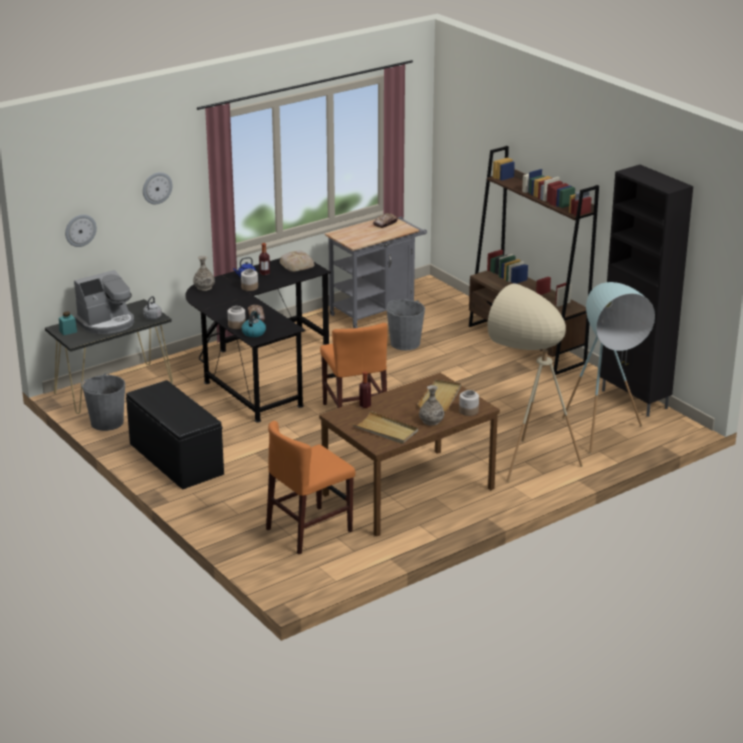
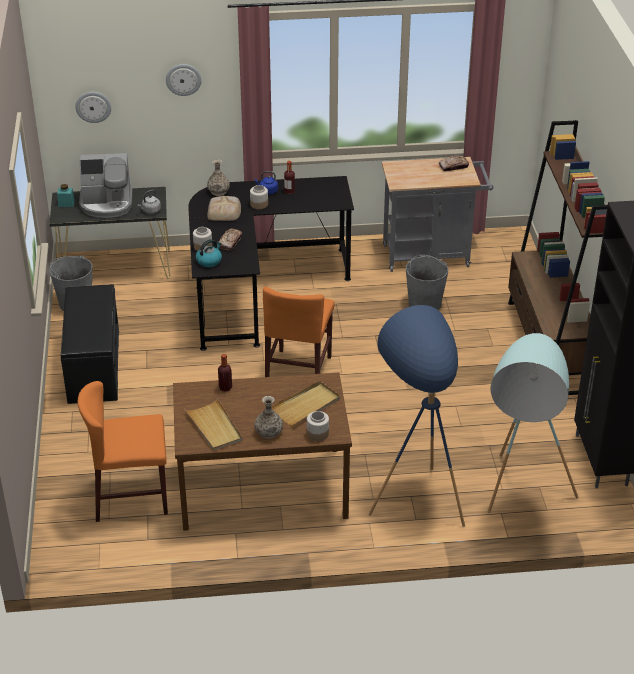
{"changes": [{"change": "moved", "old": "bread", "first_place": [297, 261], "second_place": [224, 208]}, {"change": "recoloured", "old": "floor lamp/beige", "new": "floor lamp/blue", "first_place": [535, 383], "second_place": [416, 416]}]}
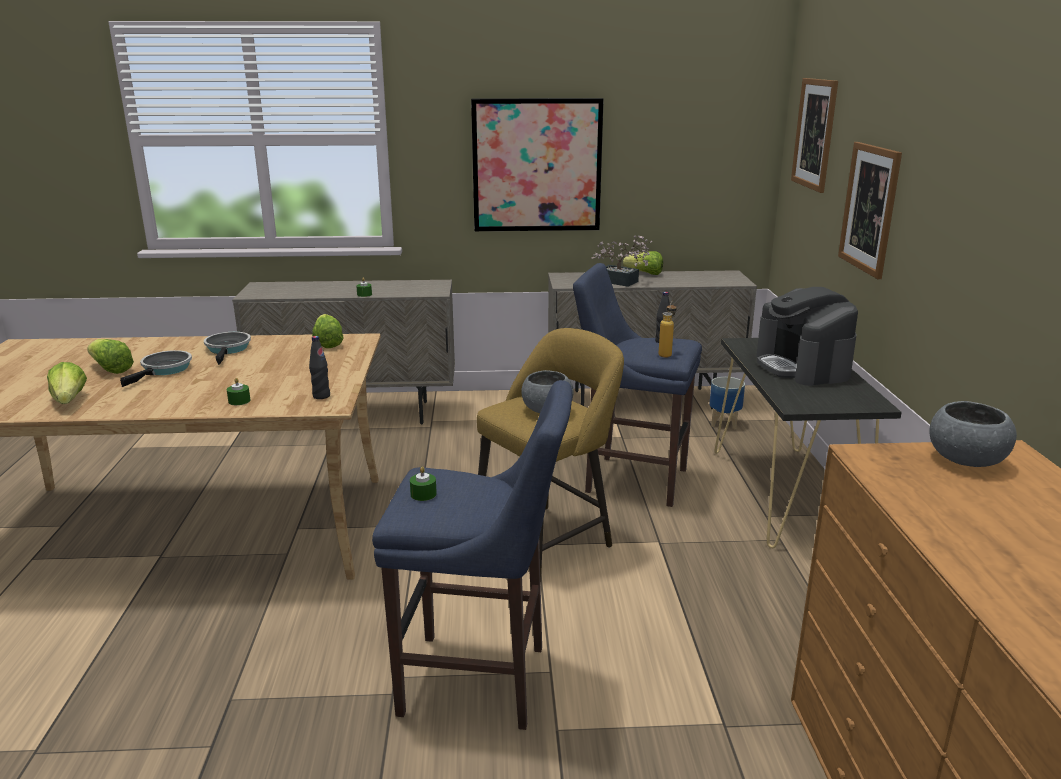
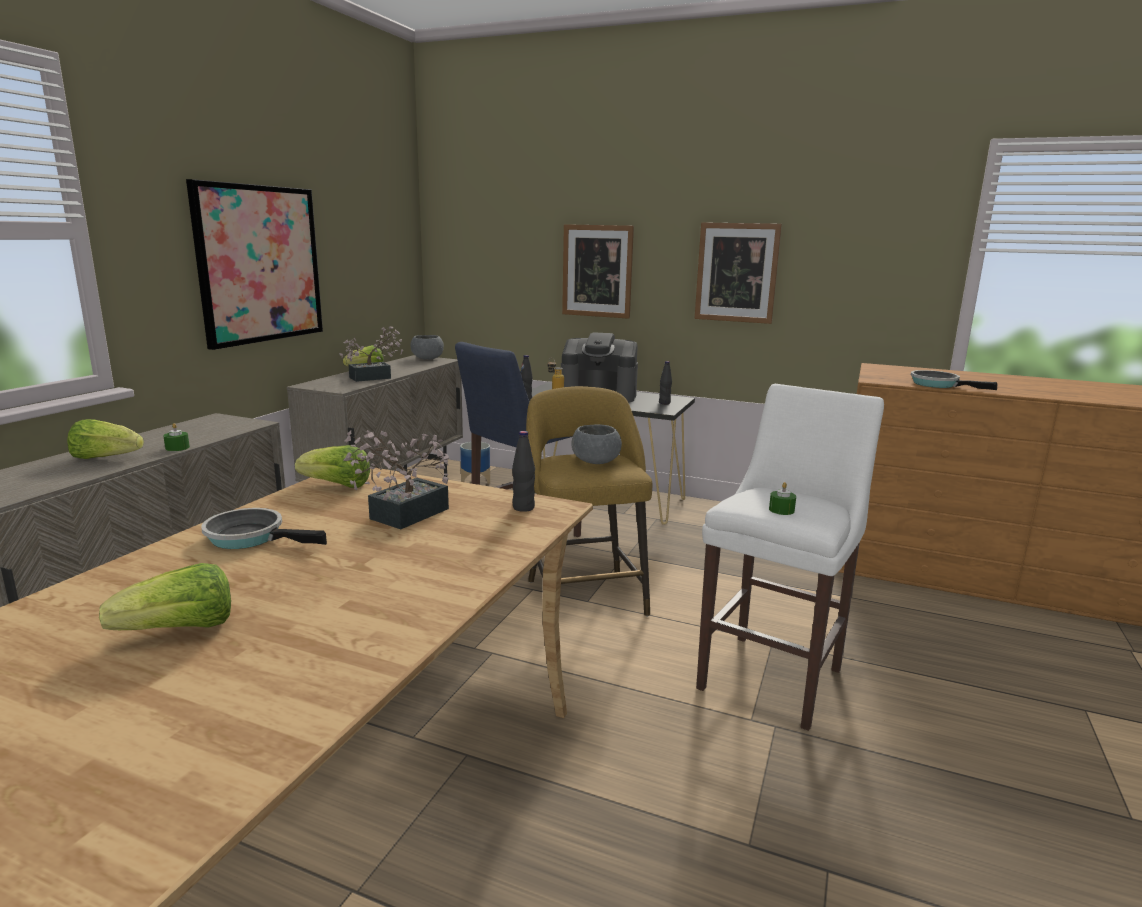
{"changes": [{"change": "moved", "old": "lettuce", "first_place": [67, 383], "second_place": [105, 439]}, {"change": "added", "new": "potted plant", "second_place": [396, 479]}, {"change": "moved", "old": "bowl/grey", "first_place": [973, 434], "second_place": [427, 347]}, {"change": "added", "new": "bottle/black", "second_place": [665, 382]}, {"change": "moved", "old": "picture", "first_place": [814, 135], "second_place": [738, 273]}, {"change": "recoloured", "old": "stool/blue", "new": "stool/white", "first_place": [472, 555], "second_place": [790, 557]}, {"change": "moved", "old": "frying pan", "first_place": [156, 368], "second_place": [954, 380]}, {"change": "removed", "old": "candle/green", "first_place": [238, 391]}]}
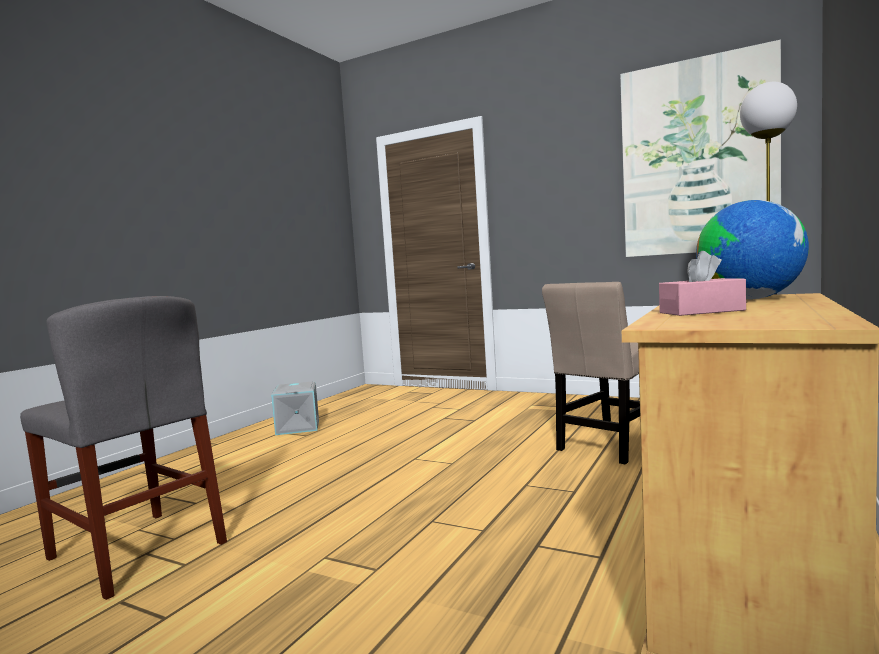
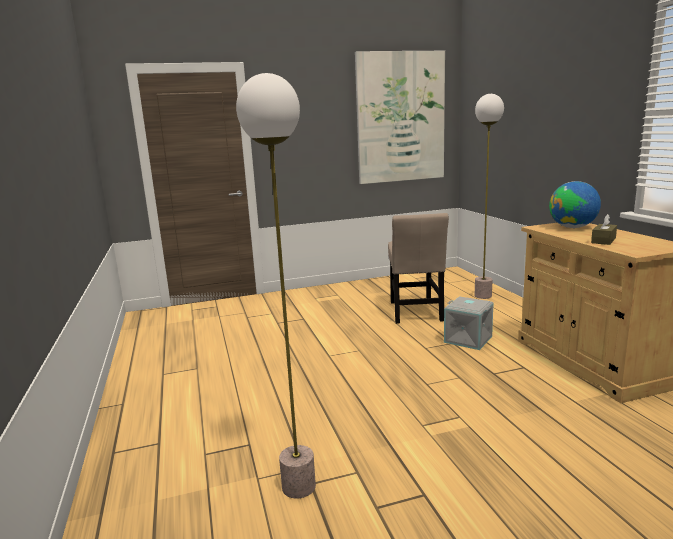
{"changes": [{"change": "replaced", "old": "chair/grey", "new": "floor lamp", "first_place": [123, 448], "second_place": [276, 286]}, {"change": "moved", "old": "storage box/grey", "first_place": [295, 408], "second_place": [468, 323]}, {"change": "recoloured", "old": "tissue box/pink", "new": "tissue box/brown", "first_place": [702, 283], "second_place": [604, 229]}]}
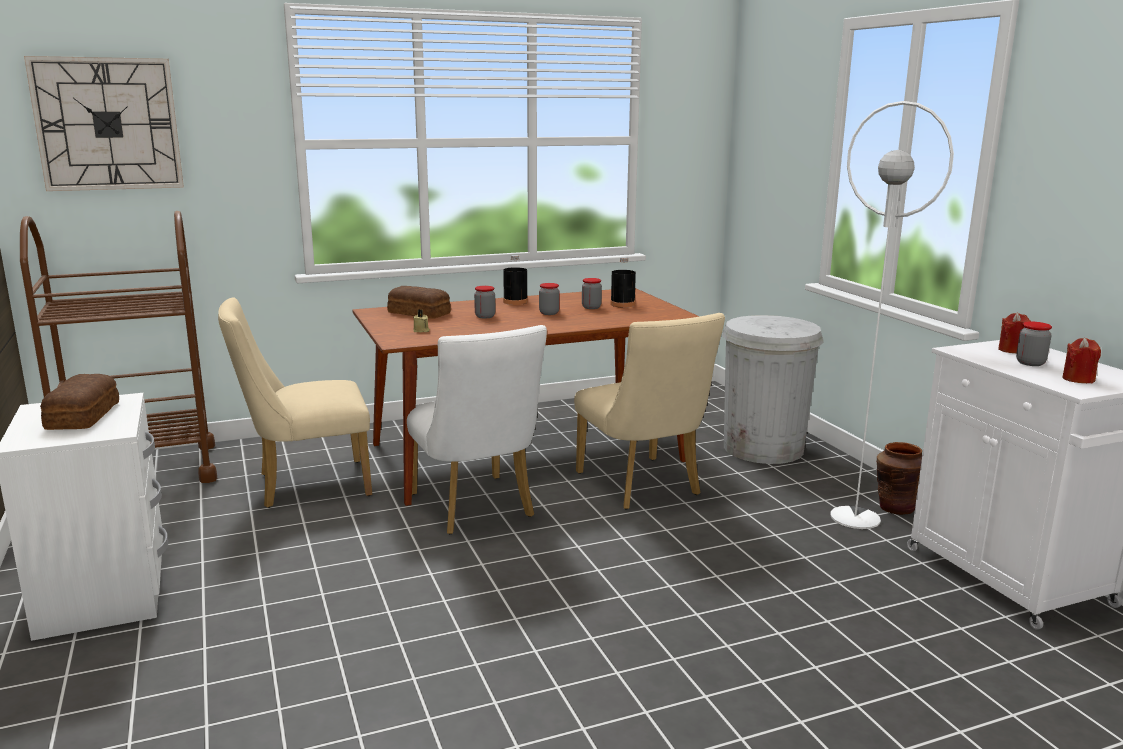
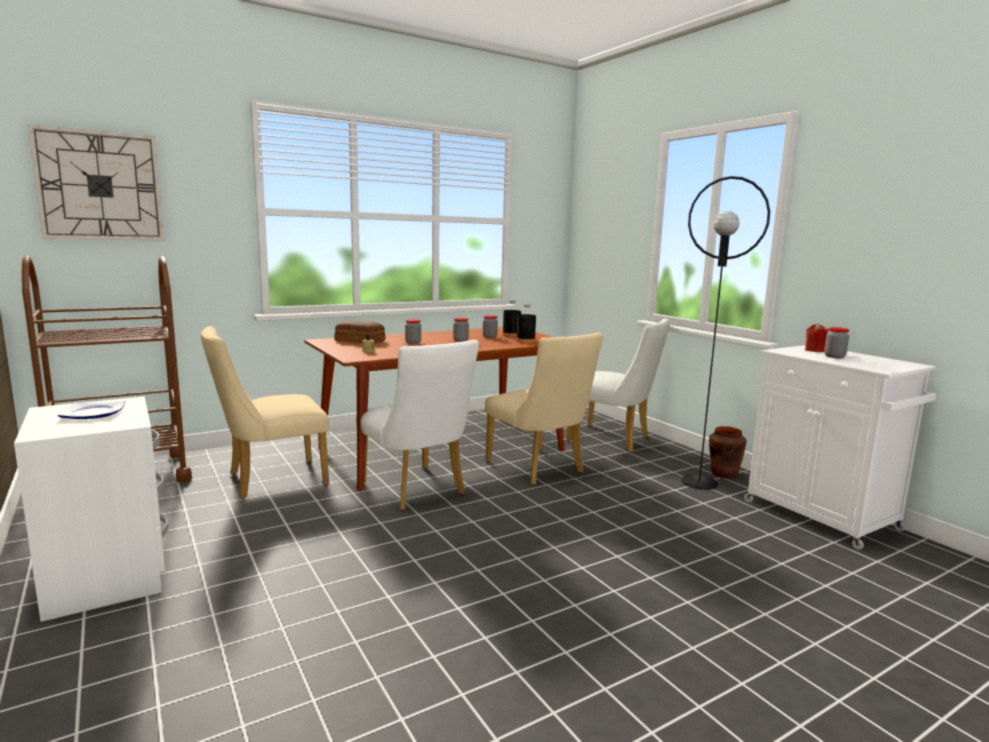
{"changes": [{"change": "replaced", "old": "bread", "new": "plate", "first_place": [79, 402], "second_place": [91, 409]}, {"change": "moved", "old": "bottle/black", "first_place": [515, 280], "second_place": [526, 323]}, {"change": "replaced", "old": "trash can/white", "new": "chair/white", "first_place": [773, 389], "second_place": [618, 385]}, {"change": "recoloured", "old": "floor lamp/white", "new": "floor lamp/black", "first_place": [892, 315], "second_place": [725, 333]}, {"change": "removed", "old": "candle/red", "first_place": [1081, 360]}]}
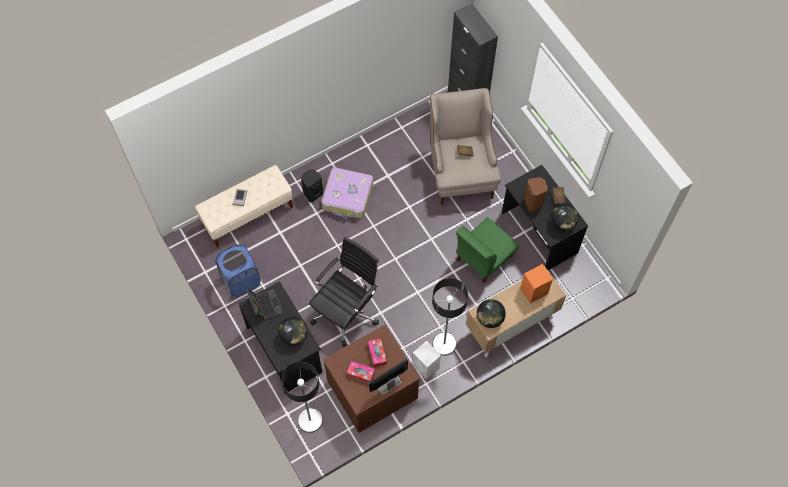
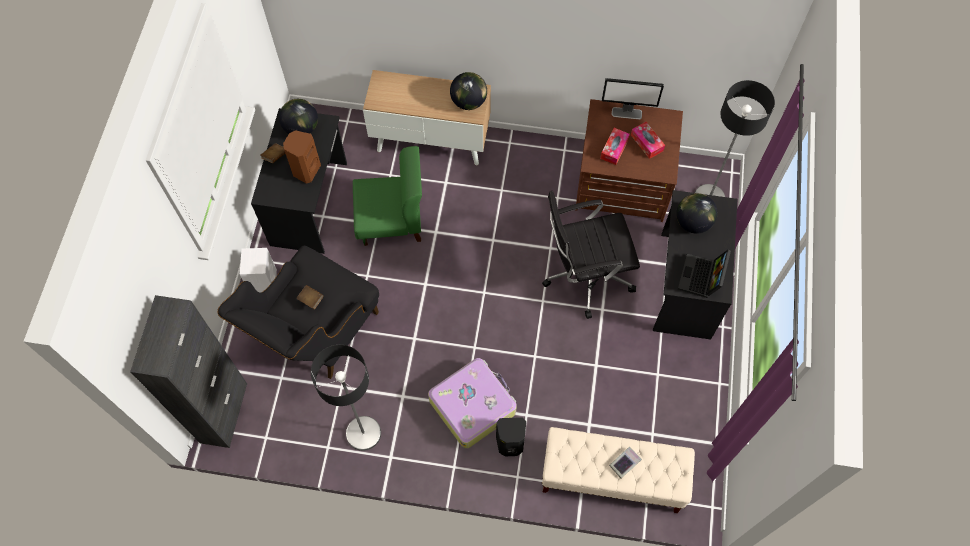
{"changes": [{"change": "recoloured", "old": "armchair/beige", "new": "armchair/black", "first_place": [465, 146], "second_place": [298, 312]}, {"change": "moved", "old": "speaker/white", "first_place": [426, 360], "second_place": [258, 270]}, {"change": "moved", "old": "floor lamp", "first_place": [450, 317], "second_place": [346, 398]}, {"change": "removed", "old": "laundry basket/blue", "first_place": [238, 271]}, {"change": "removed", "old": "speaker/orange", "first_place": [536, 283]}]}
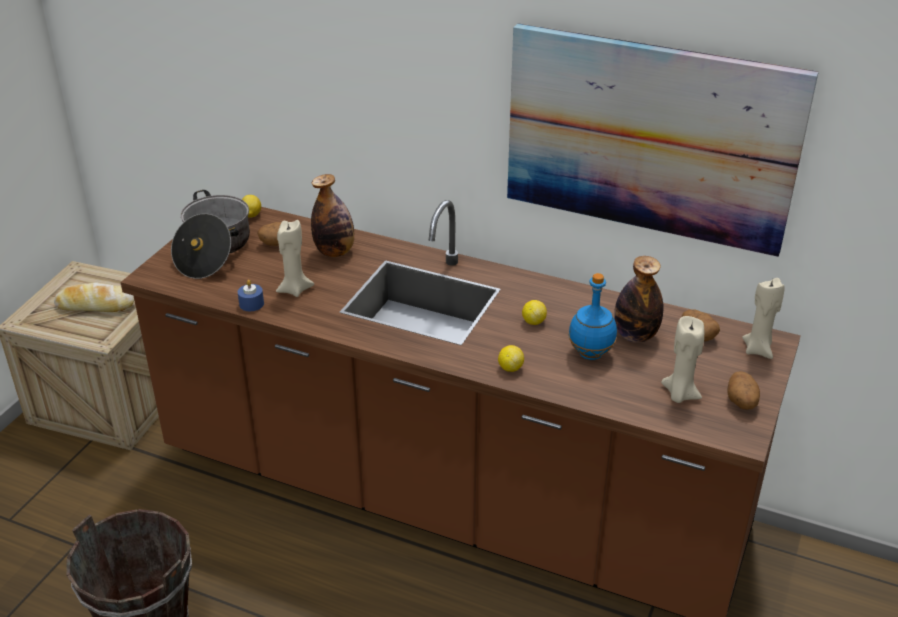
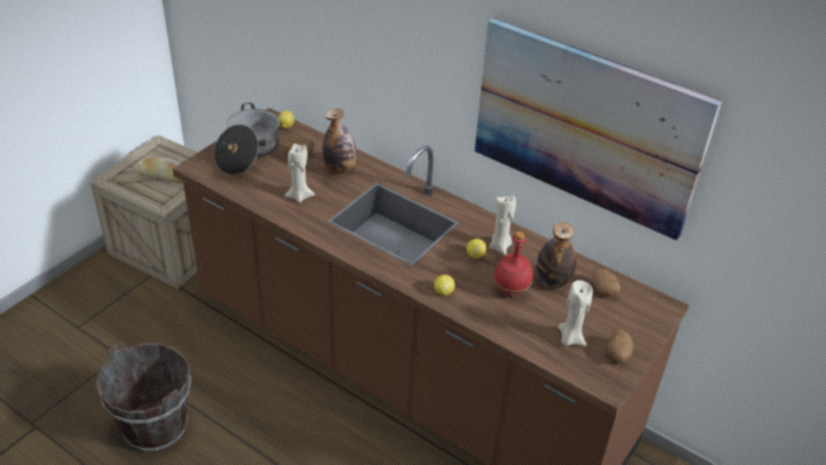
{"changes": [{"change": "moved", "old": "candle/beige", "first_place": [763, 318], "second_place": [502, 225]}, {"change": "recoloured", "old": "bottle/blue", "new": "bottle/red", "first_place": [592, 316], "second_place": [513, 264]}, {"change": "removed", "old": "candle/blue", "first_place": [251, 295]}]}
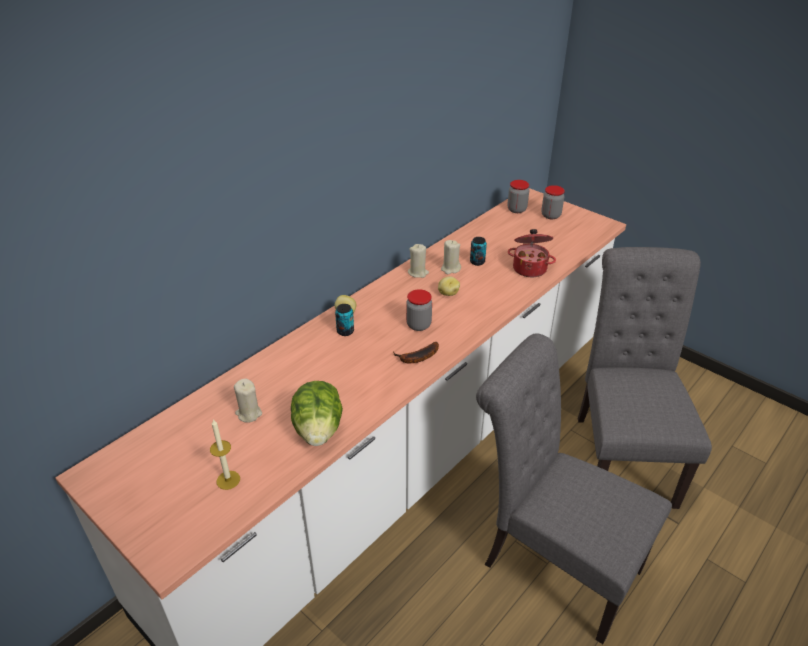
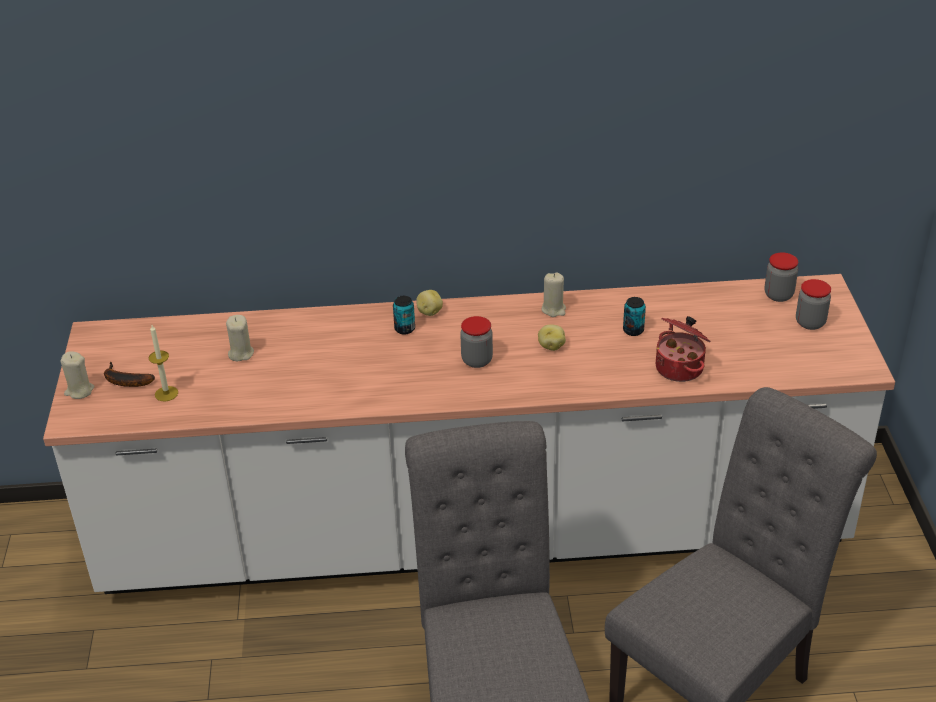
{"changes": [{"change": "moved", "old": "candle/beige", "first_place": [451, 257], "second_place": [77, 375]}, {"change": "moved", "old": "banana", "first_place": [416, 352], "second_place": [129, 374]}, {"change": "removed", "old": "lettuce", "first_place": [317, 413]}]}
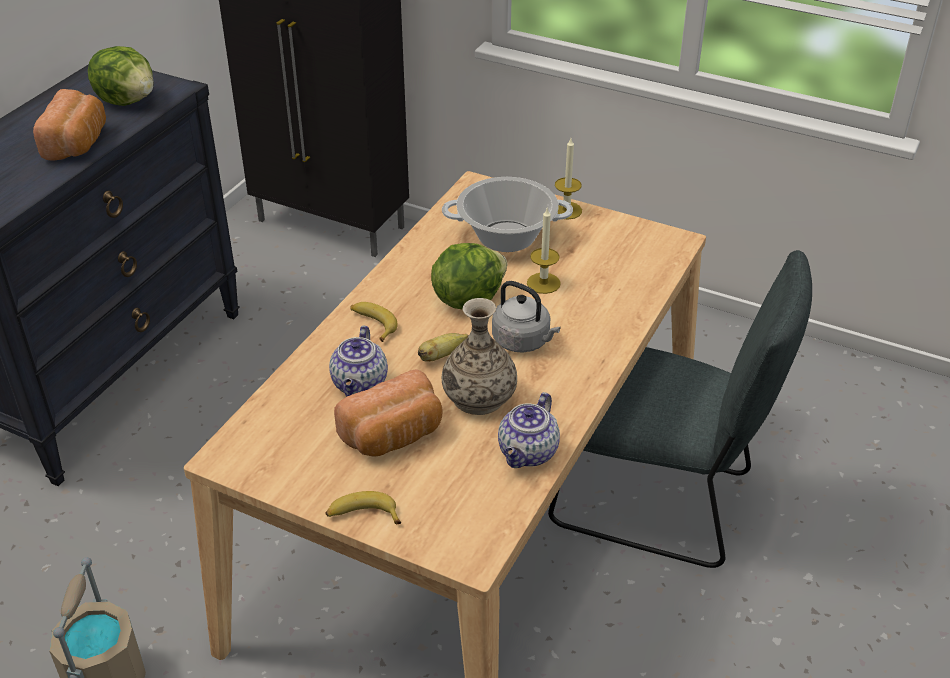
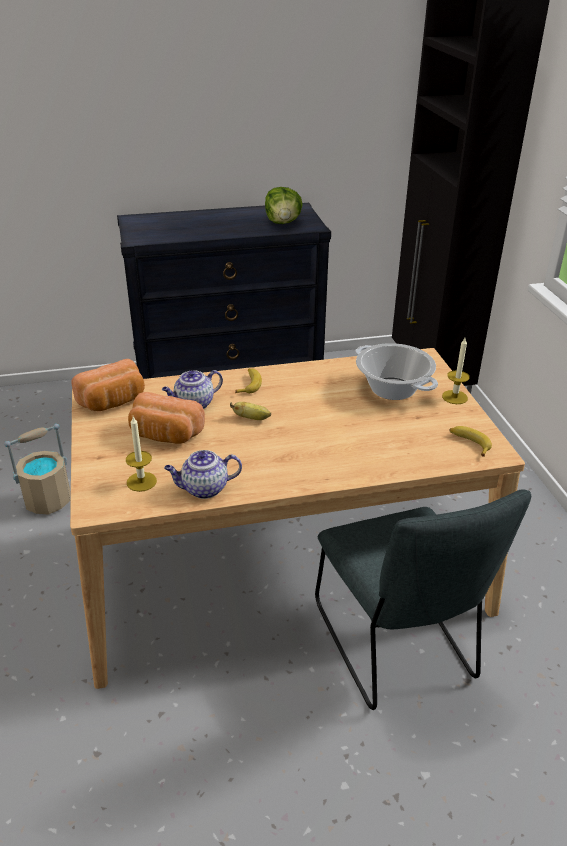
{"changes": [{"change": "moved", "old": "bread", "first_place": [69, 124], "second_place": [108, 385]}, {"change": "moved", "old": "candle", "first_place": [544, 251], "second_place": [141, 454]}, {"change": "moved", "old": "banana", "first_place": [363, 507], "second_place": [470, 441]}, {"change": "removed", "old": "lettuce", "first_place": [469, 276]}, {"change": "removed", "old": "vase", "first_place": [479, 356]}, {"change": "removed", "old": "kettle/grey", "first_place": [526, 316]}]}
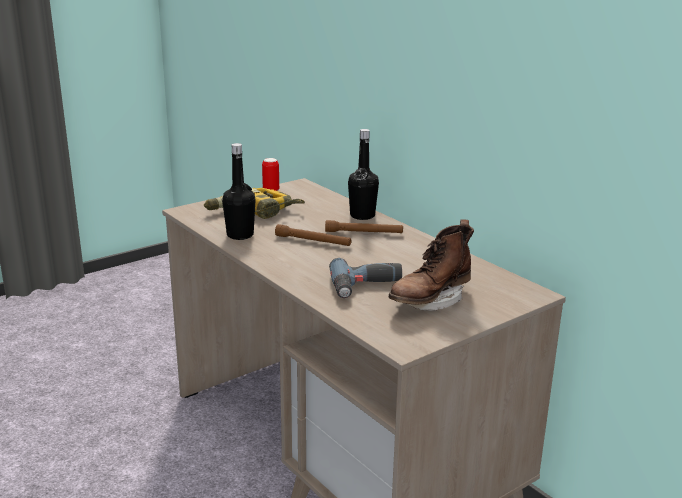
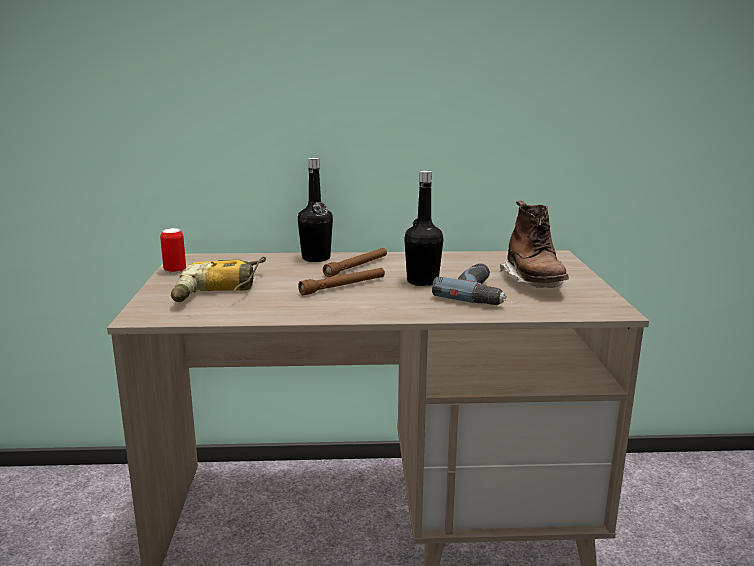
{"changes": [{"change": "moved", "old": "bottle/black", "first_place": [239, 191], "second_place": [424, 228]}]}
